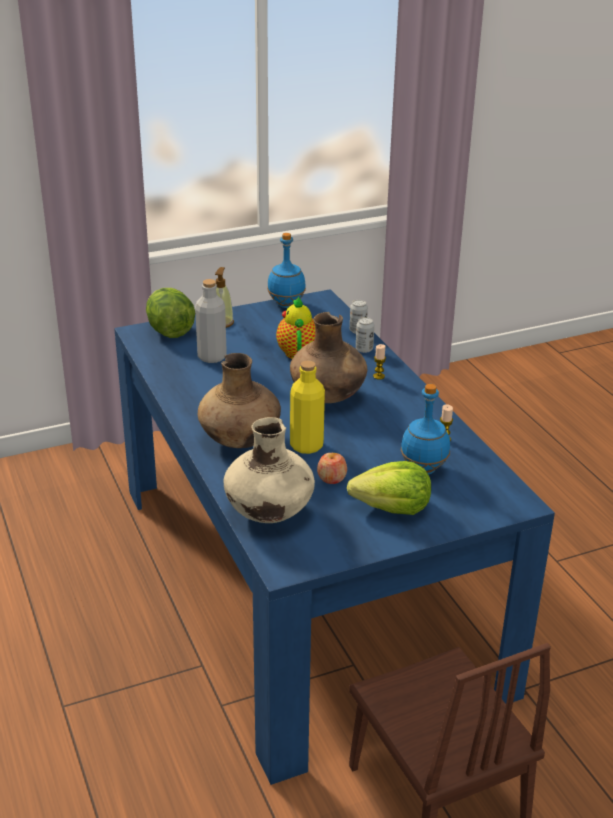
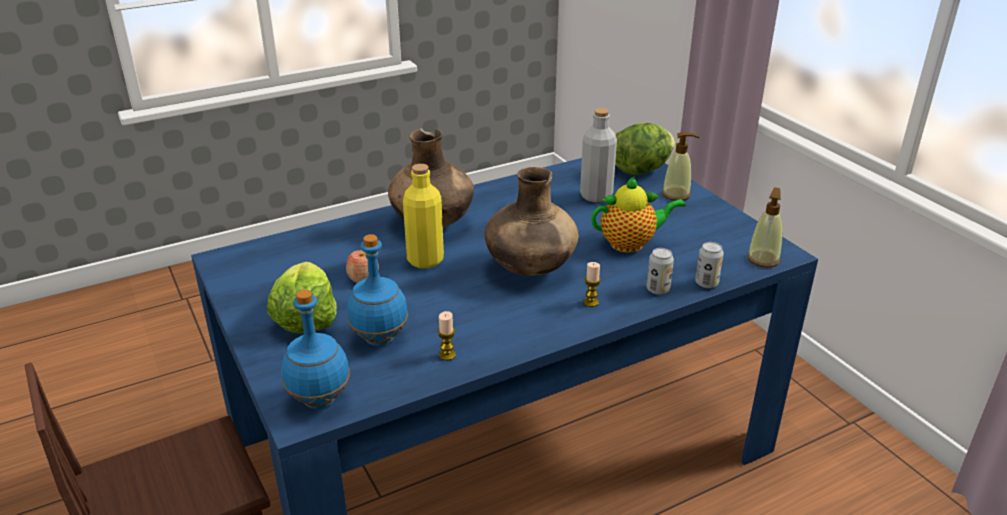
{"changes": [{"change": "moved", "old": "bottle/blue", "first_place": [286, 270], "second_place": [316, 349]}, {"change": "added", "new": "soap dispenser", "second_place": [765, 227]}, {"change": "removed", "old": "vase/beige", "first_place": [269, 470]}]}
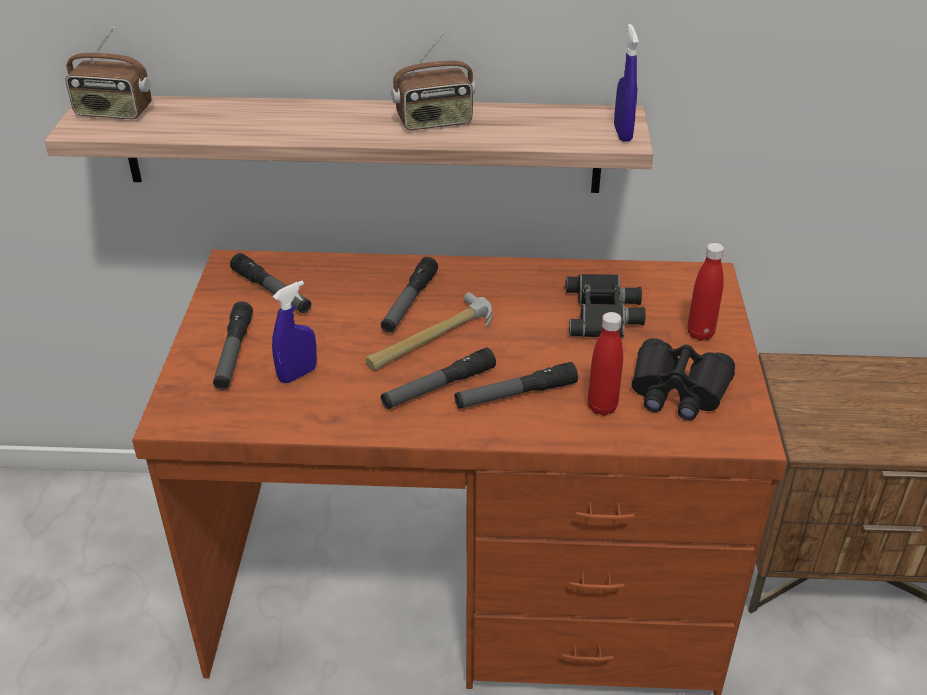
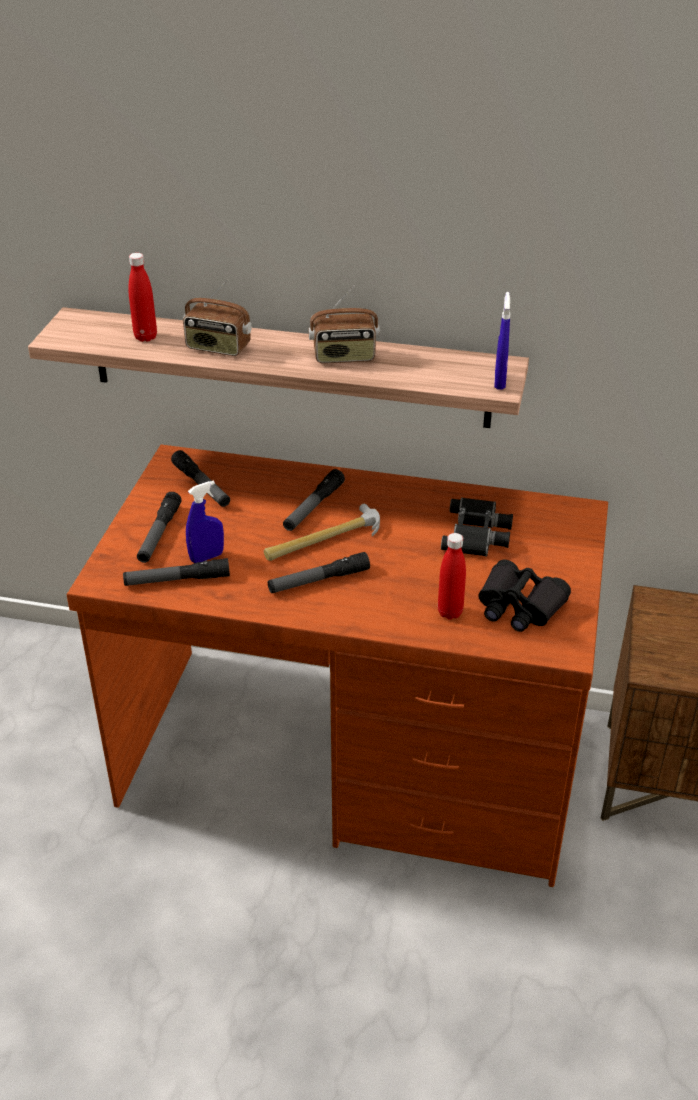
{"changes": [{"change": "moved", "old": "flashlight", "first_place": [516, 385], "second_place": [176, 572]}, {"change": "moved", "old": "bottle/red", "first_place": [706, 292], "second_place": [142, 297]}, {"change": "moved", "old": "radio", "first_place": [108, 73], "second_place": [217, 317]}]}
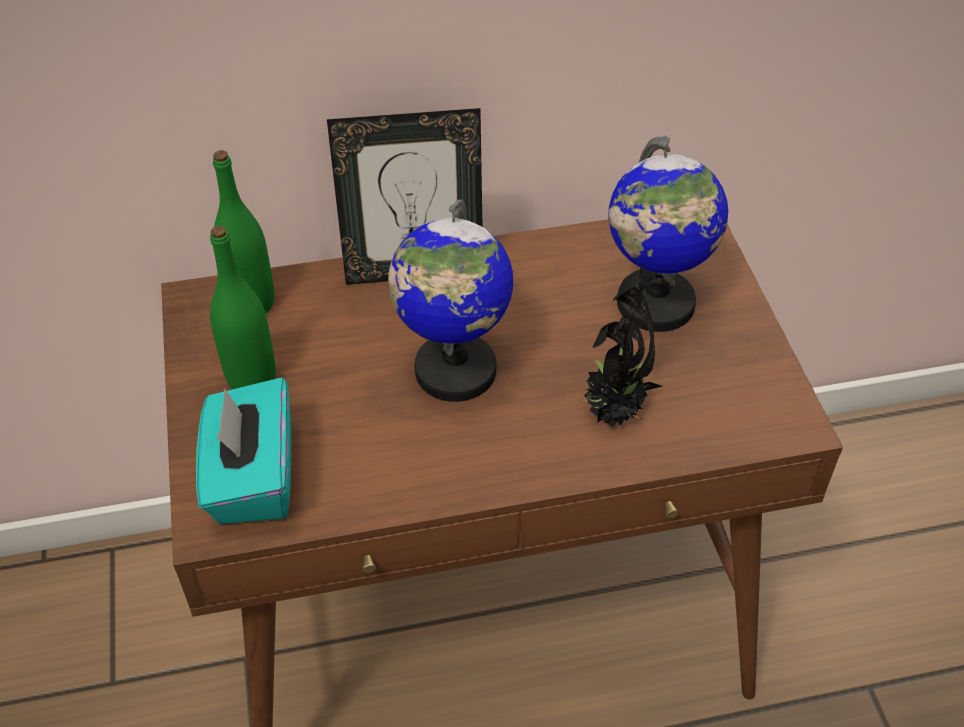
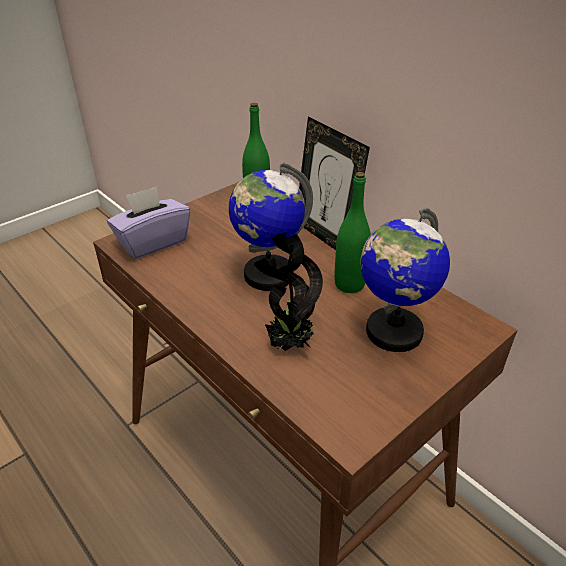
{"changes": [{"change": "recoloured", "old": "tissue box/turquoise", "new": "tissue box/purple", "first_place": [243, 451], "second_place": [148, 222]}, {"change": "moved", "old": "bottle/green", "first_place": [243, 307], "second_place": [352, 232]}]}
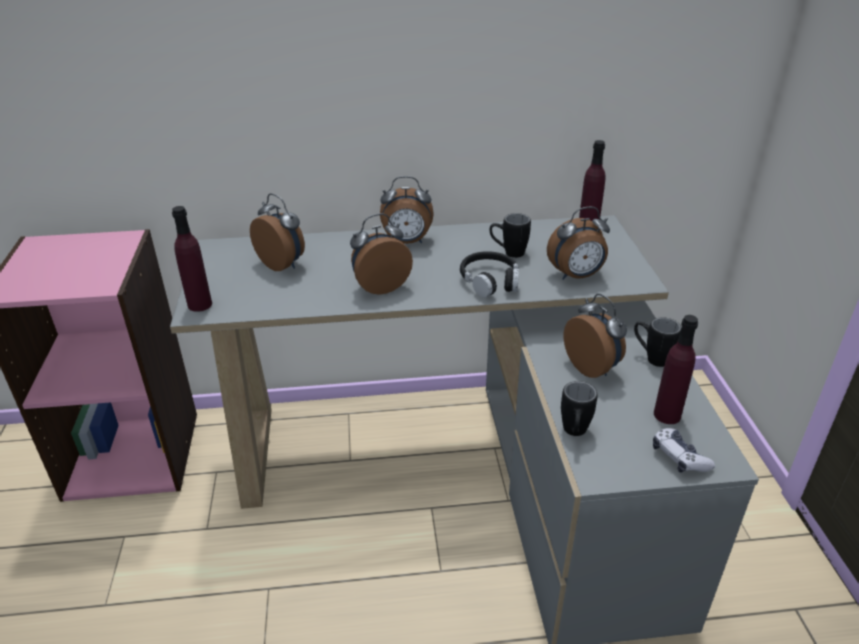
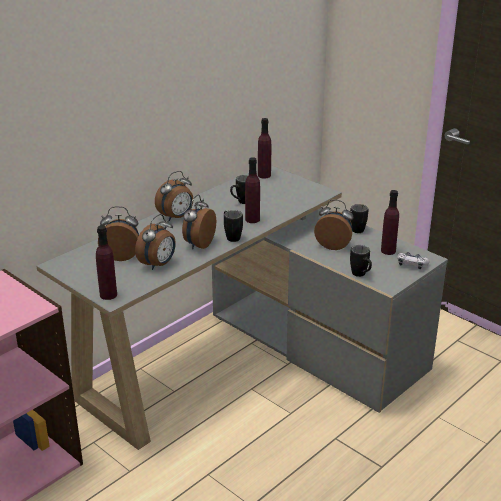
{"changes": [{"change": "moved", "old": "alarm clock", "first_place": [578, 243], "second_place": [155, 242]}, {"change": "added", "new": "mug/black", "second_place": [233, 226]}, {"change": "replaced", "old": "headphones/black", "new": "bottle/purple", "first_place": [489, 274], "second_place": [252, 190]}]}
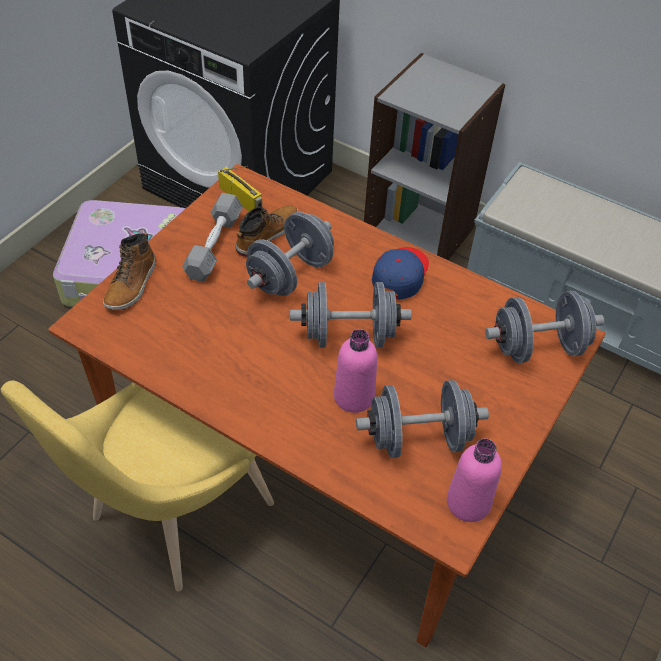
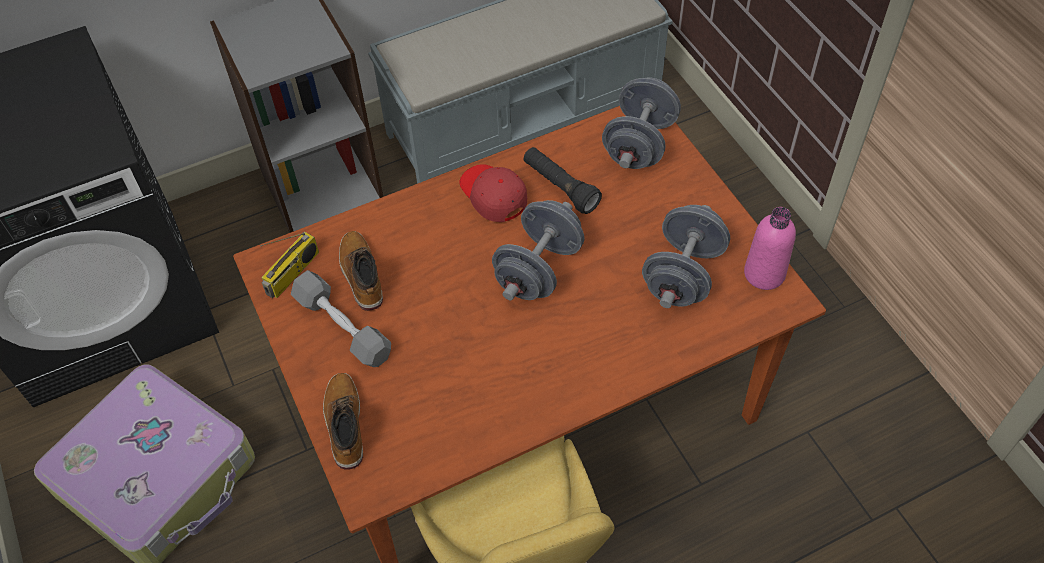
{"changes": [{"change": "turned", "old": "radio", "first_place": [240, 188], "second_place": [289, 265], "degrees": 135}, {"change": "turned", "old": "boot", "first_place": [129, 271], "second_place": [343, 421], "degrees": -150}, {"change": "recoloured", "old": "cap/blue", "new": "cap/red", "first_place": [400, 273], "second_place": [493, 193]}, {"change": "added", "new": "flashlight/black", "second_place": [563, 180]}, {"change": "removed", "old": "dumbbell/grey", "first_place": [290, 254]}, {"change": "removed", "old": "bottle/pink", "first_place": [355, 371]}]}
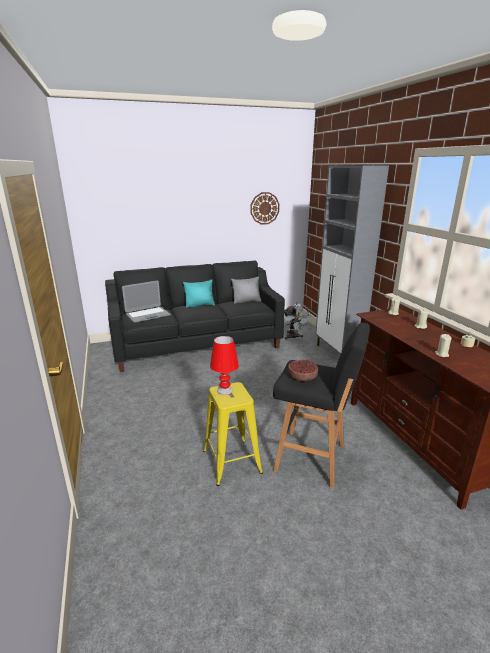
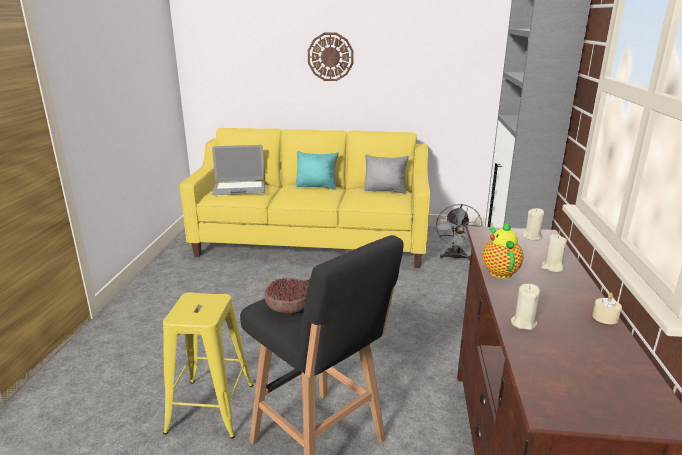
{"changes": [{"change": "recoloured", "old": "sofa/black", "new": "sofa/yellow", "first_place": [195, 316], "second_place": [305, 198]}, {"change": "moved", "old": "wall clock", "first_place": [265, 208], "second_place": [330, 57]}, {"change": "added", "new": "teapot", "second_place": [503, 250]}, {"change": "removed", "old": "table lamp/red", "first_place": [224, 365]}]}
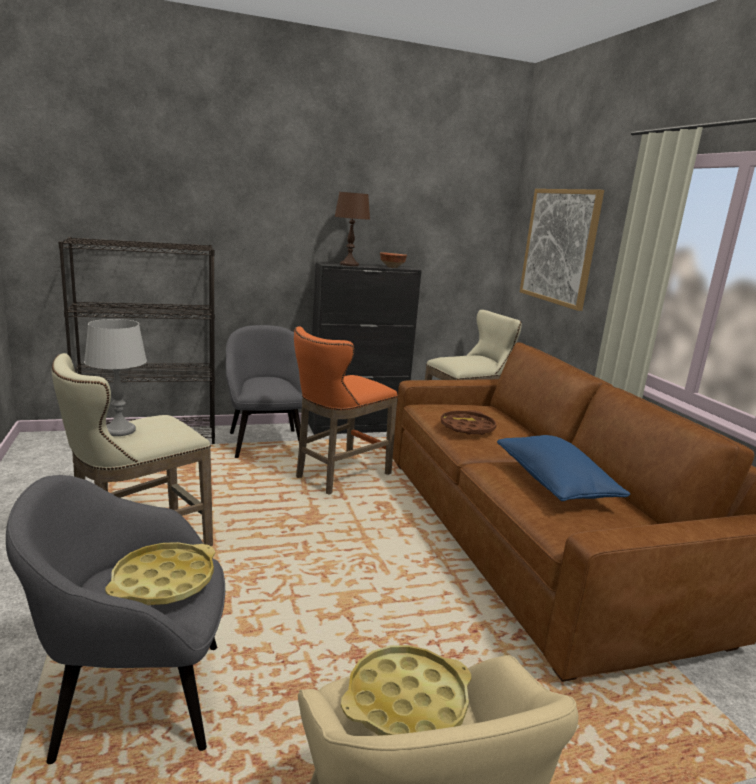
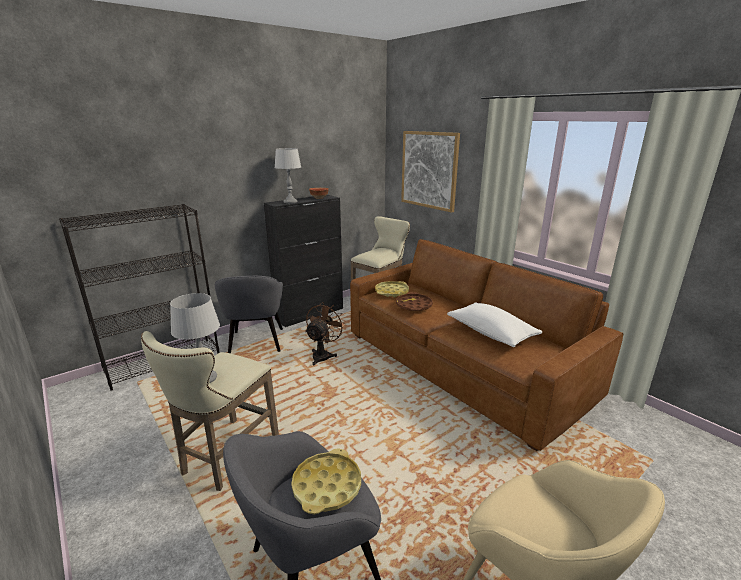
{"changes": [{"change": "turned", "old": "armchair/grey", "first_place": [264, 391], "second_place": [249, 314], "degrees": -150}, {"change": "recoloured", "old": "table lamp/brown", "new": "table lamp/grey", "first_place": [352, 229], "second_place": [287, 175]}, {"change": "replaced", "old": "stool/orange", "new": "fan/brown", "first_place": [346, 410], "second_place": [325, 333]}, {"change": "moved", "old": "tray/yellow", "first_place": [406, 690], "second_place": [392, 289]}, {"change": "recoloured", "old": "pillow/blue", "new": "pillow/white", "first_place": [563, 468], "second_place": [494, 324]}]}
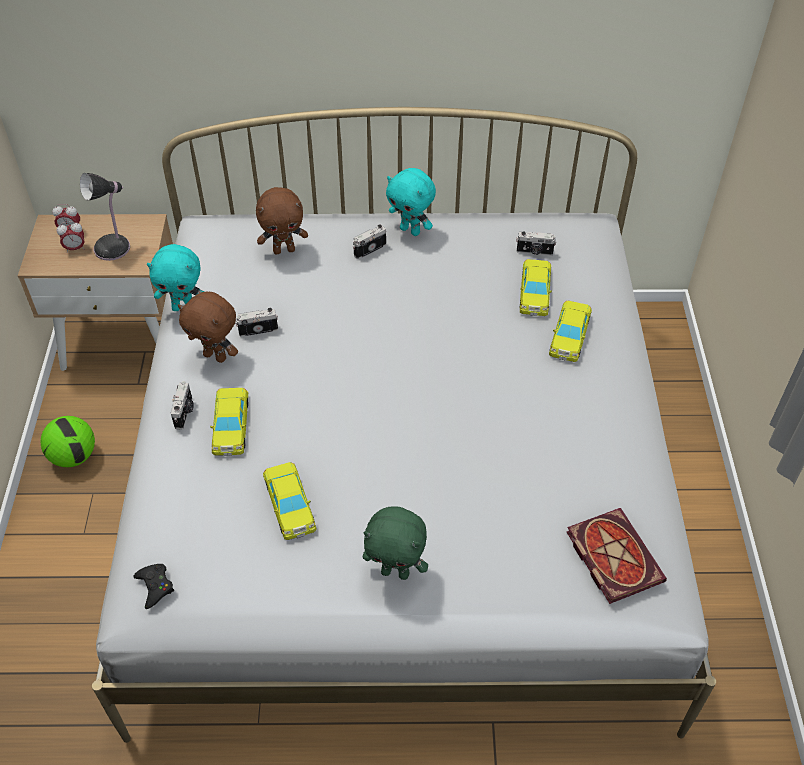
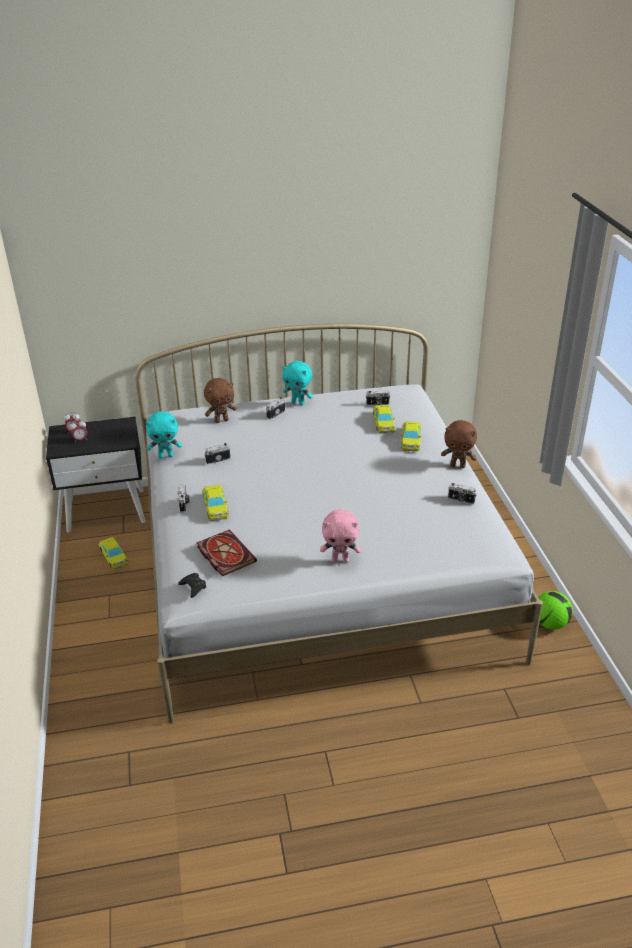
{"changes": [{"change": "recoloured", "old": "nightstand/beige", "new": "nightstand/black", "first_place": [95, 292], "second_place": [96, 475]}, {"change": "moved", "old": "toy car/yellow", "first_place": [289, 501], "second_place": [114, 553]}, {"change": "moved", "old": "book", "first_place": [617, 556], "second_place": [227, 552]}, {"change": "recoloured", "old": "plush toy/green", "new": "plush toy/pink", "first_place": [395, 543], "second_place": [340, 536]}, {"change": "moved", "old": "plush toy/brown", "first_place": [208, 327], "second_place": [459, 444]}, {"change": "added", "new": "photo camera", "second_place": [462, 493]}, {"change": "moved", "old": "football", "first_place": [67, 441], "second_place": [555, 610]}, {"change": "removed", "old": "table lamp", "first_place": [105, 217]}]}
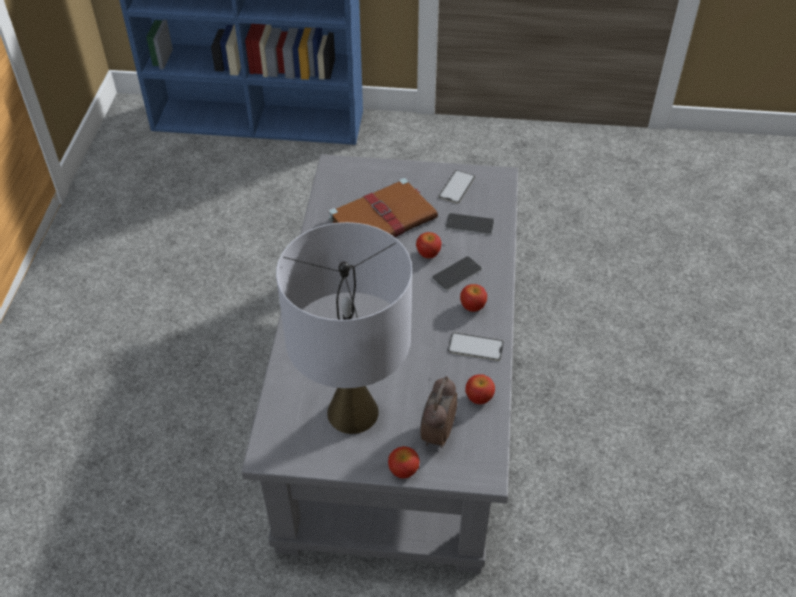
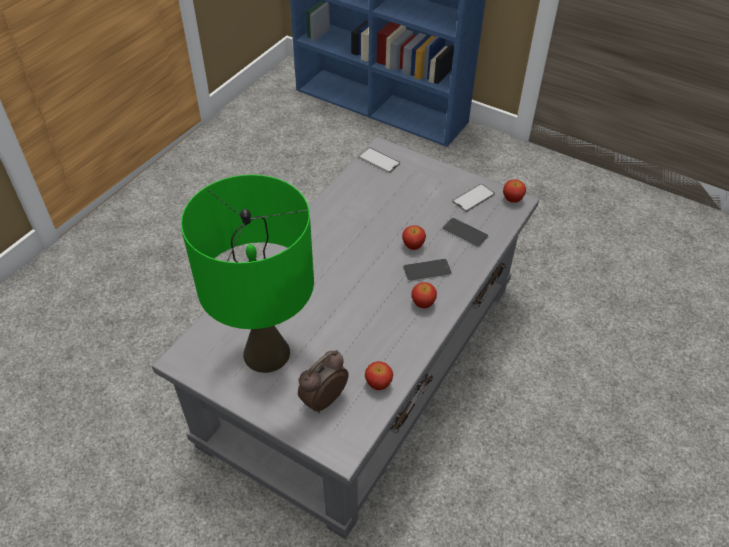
{"changes": [{"change": "recoloured", "old": "table lamp/grey", "new": "table lamp/green", "first_place": [344, 328], "second_place": [247, 274]}, {"change": "moved", "old": "phone", "first_place": [476, 346], "second_place": [379, 160]}, {"change": "moved", "old": "apple", "first_place": [404, 462], "second_place": [514, 191]}, {"change": "removed", "old": "book/brown", "first_place": [383, 207]}]}
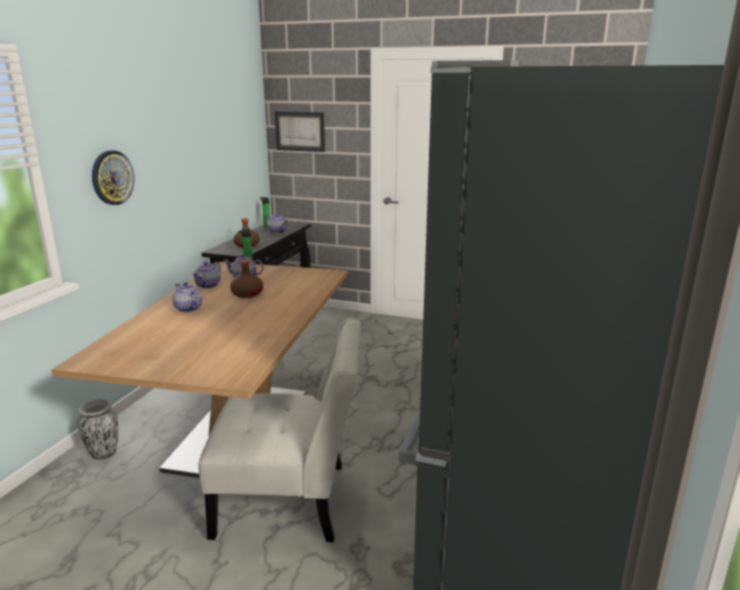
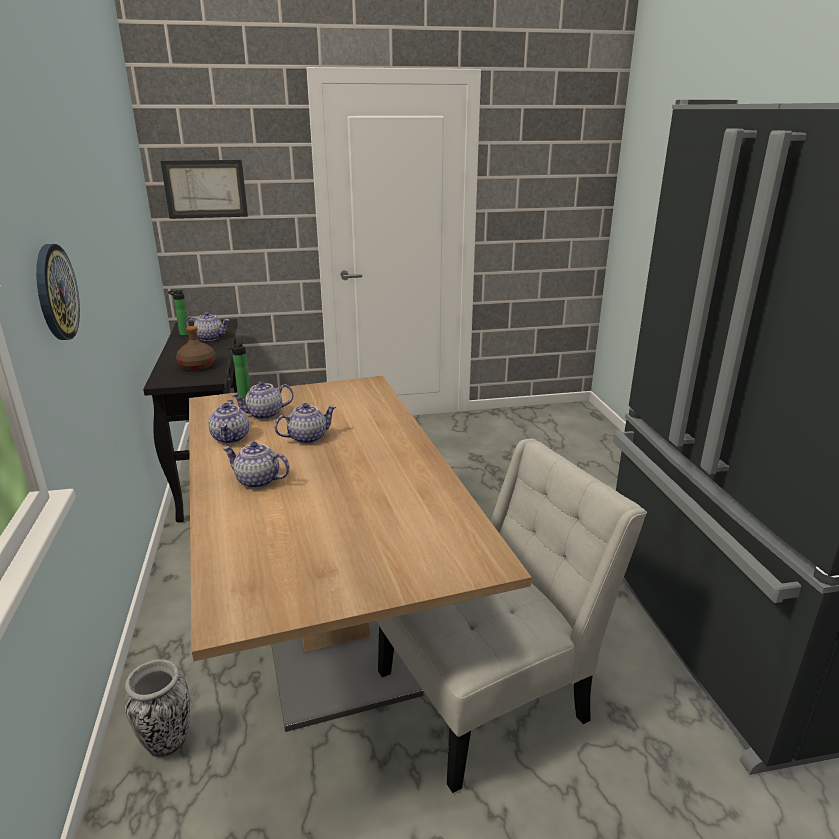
{"changes": [{"change": "replaced", "old": "bottle/brown", "new": "teapot", "first_place": [246, 279], "second_place": [305, 423]}]}
